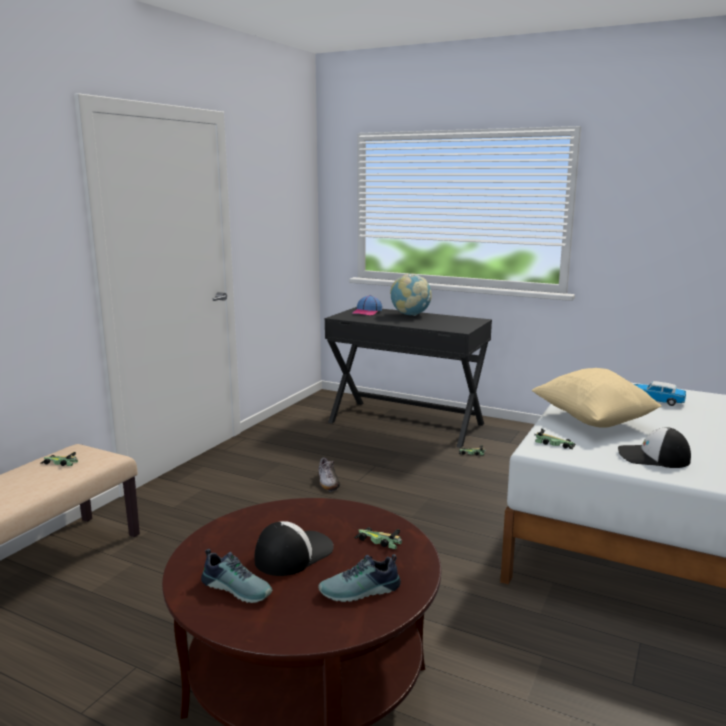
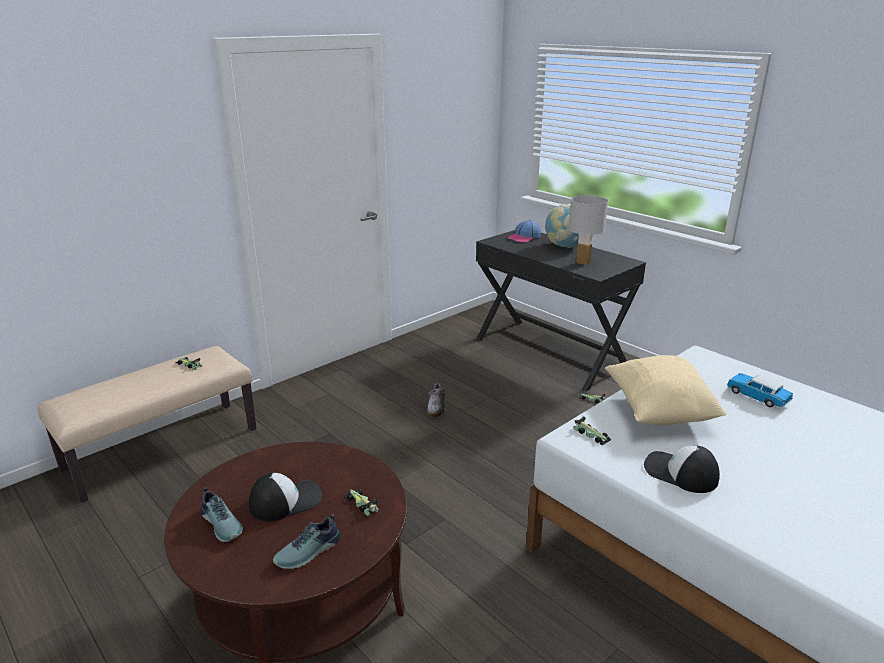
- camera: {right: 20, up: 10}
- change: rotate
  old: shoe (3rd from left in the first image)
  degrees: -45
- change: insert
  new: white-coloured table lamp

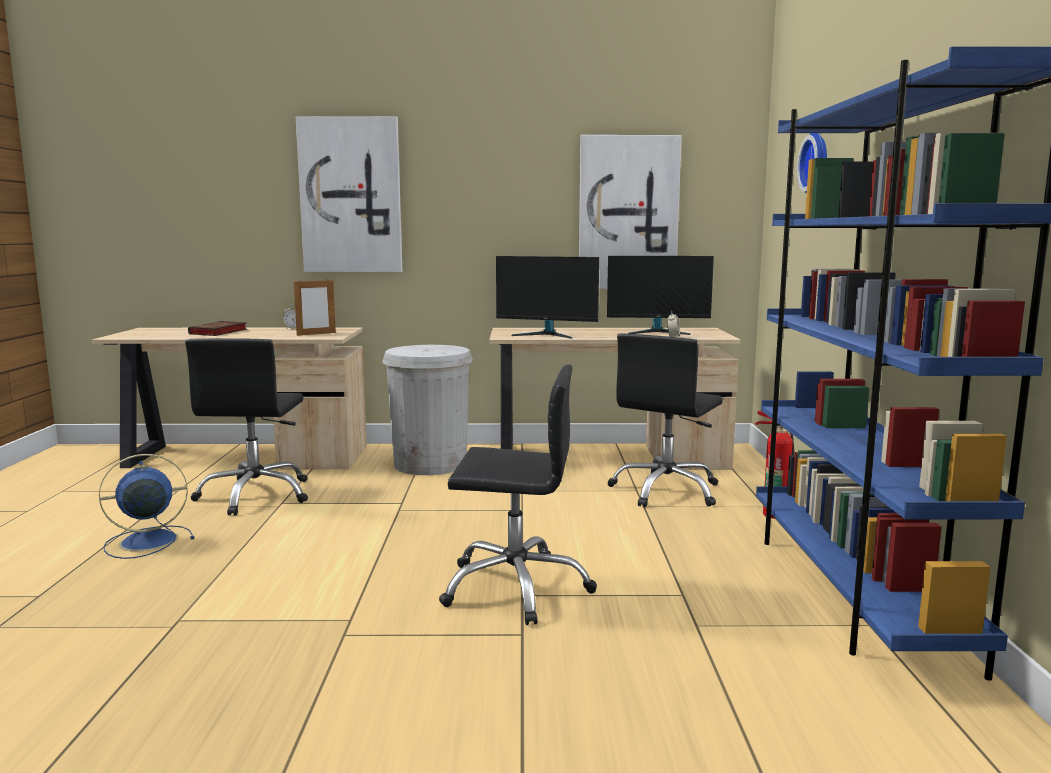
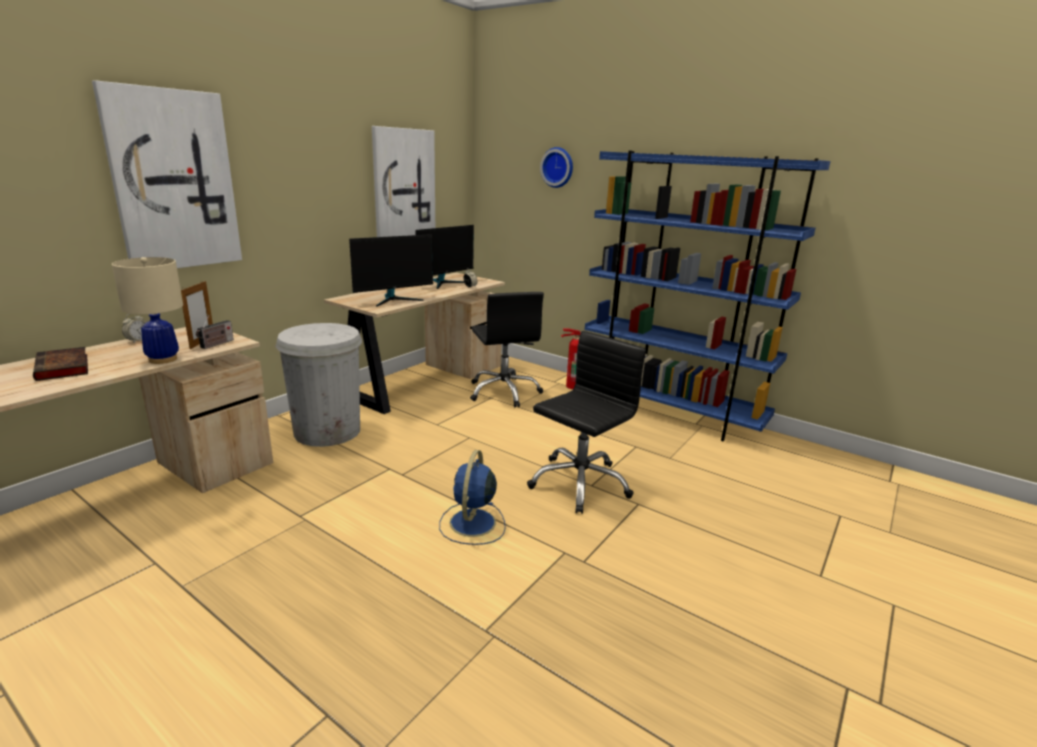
- camera: {right: -55, up: 10}
- change: move
  old: blue fan
- change: delete
  old: blackish desk chair (1st from left)
- change: insert
  new: sand-coloured table lamp
- change: insert
  new: radio receiver

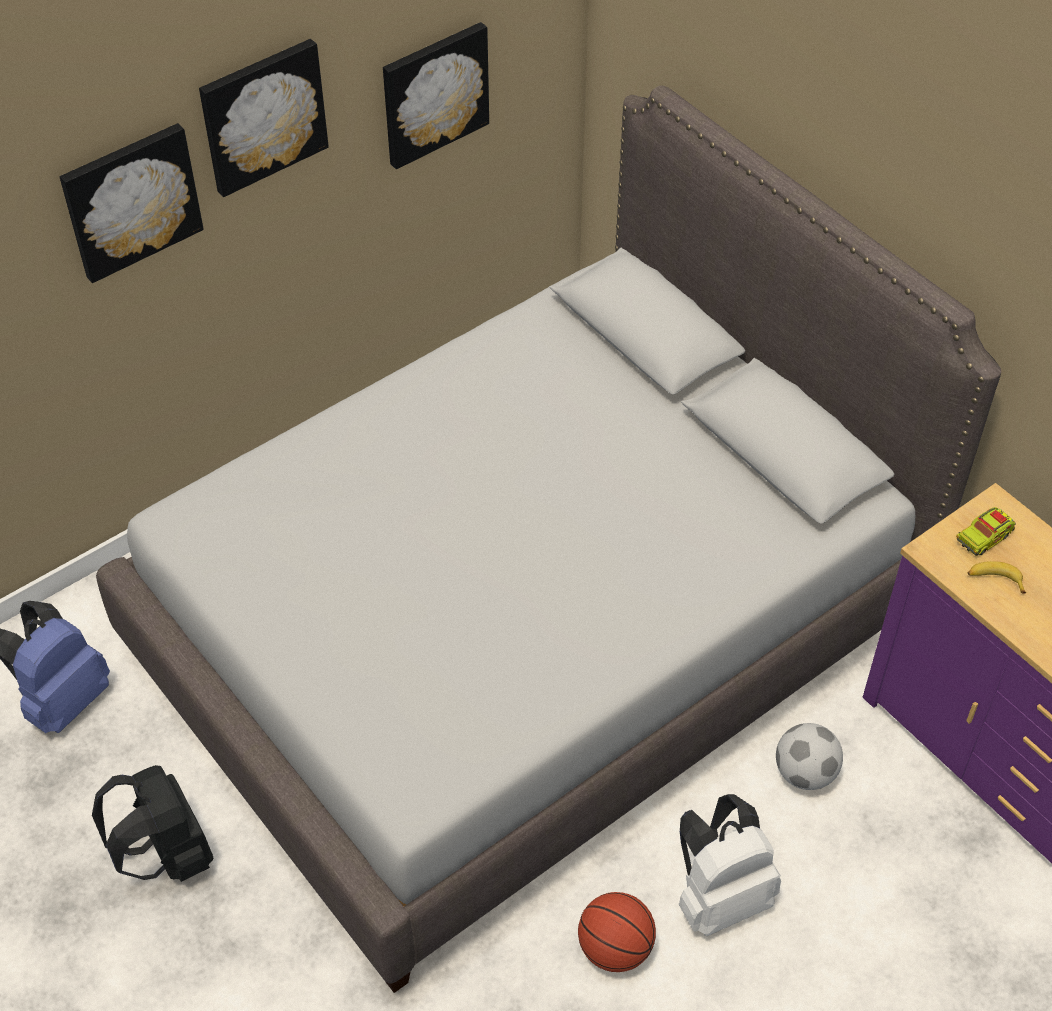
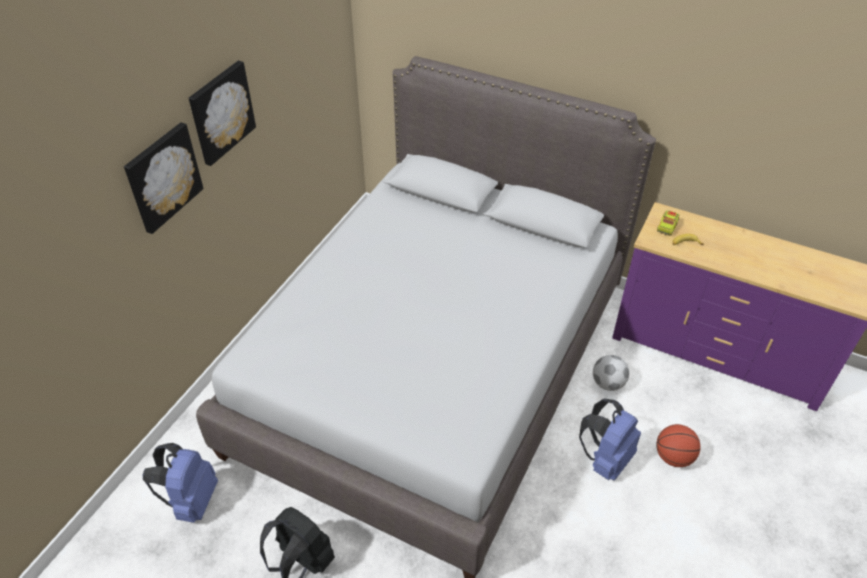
- camera: {right: -25, up: -5}
- change: delete
  old: wall picture (3rd from left)
- change: move
  old: basketball ball
- change: recolor
  old: white-coloured rucksack
  new: blue rucksack (2nd from left)

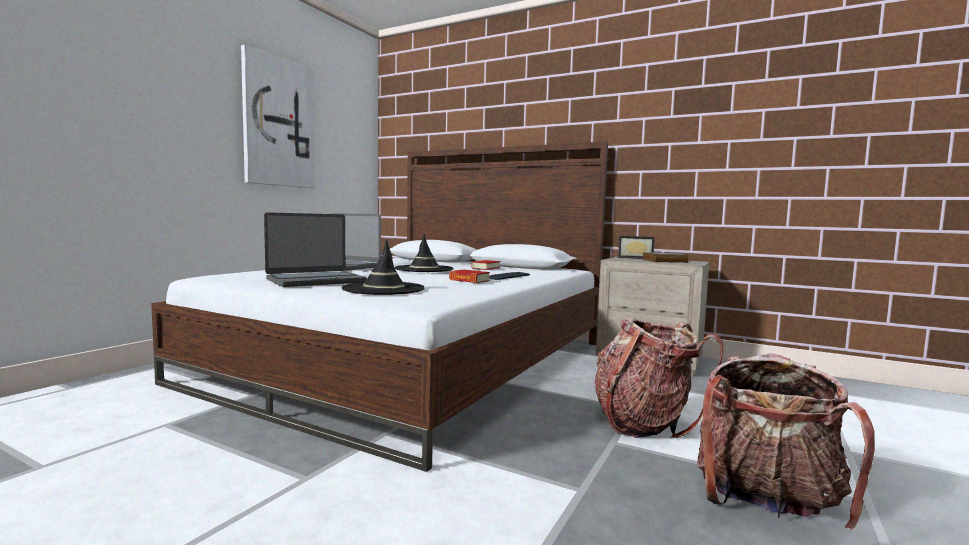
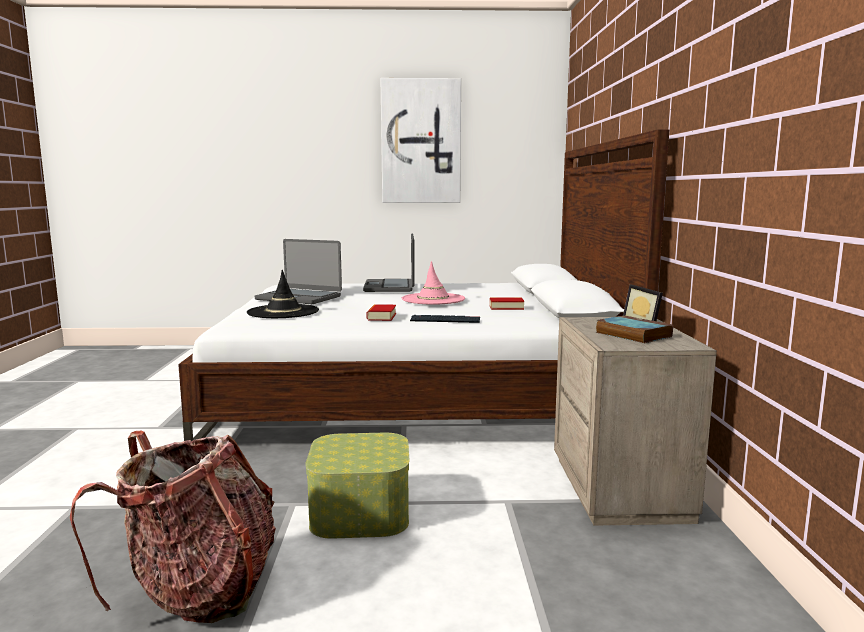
- camera: {right: 60, up: 5}
- change: recolor
  old: blackish clothing hat (2nd from left)
  new: pink clothing hat
- change: replace
  old: rucksack (1st from left)
  new: storage box

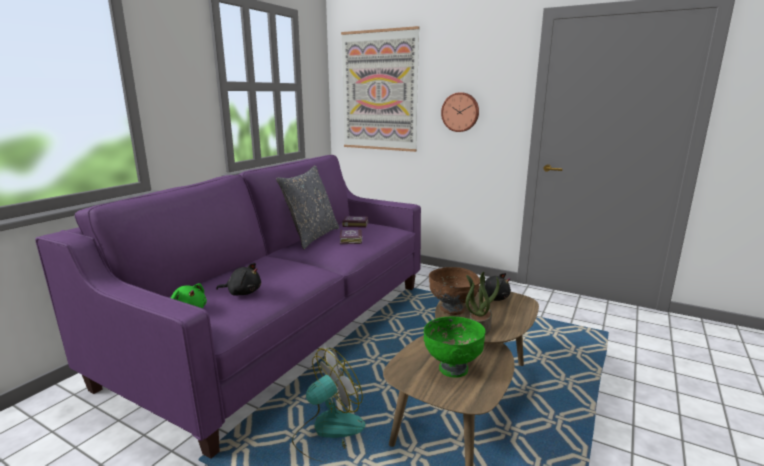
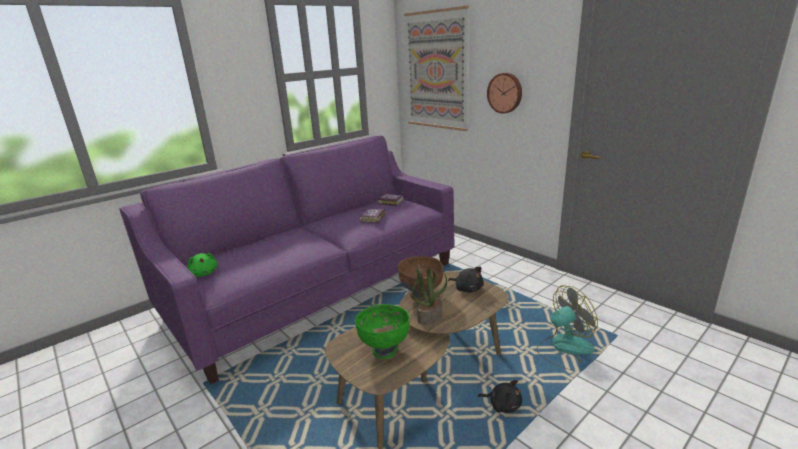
- camera: {right: 20, up: 5}
- change: move
  old: blackish cuddly toy (1st from left in the first image)
  new: blackish cuddly toy (2nd from left)
- change: delete
  old: greyish throw pillow
- change: move
  old: fan

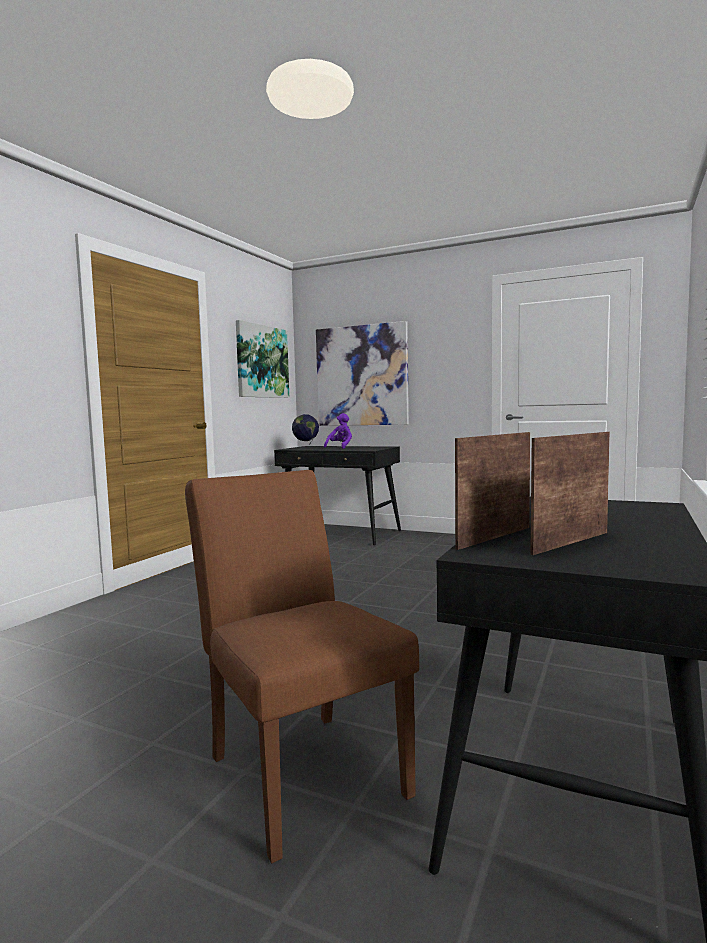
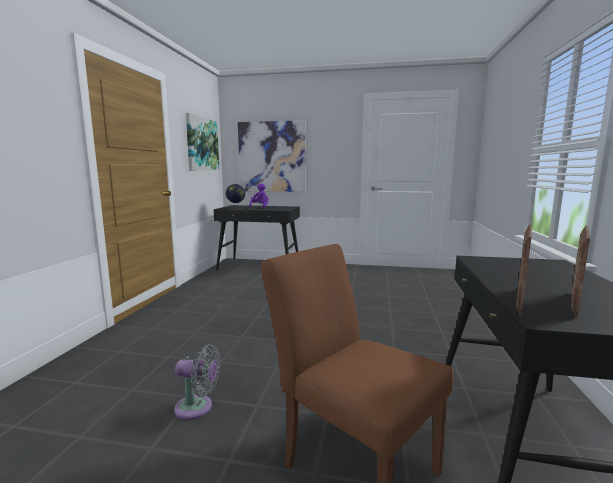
- camera: {right: -15, up: 5}
- change: insert
  new: greyish fan

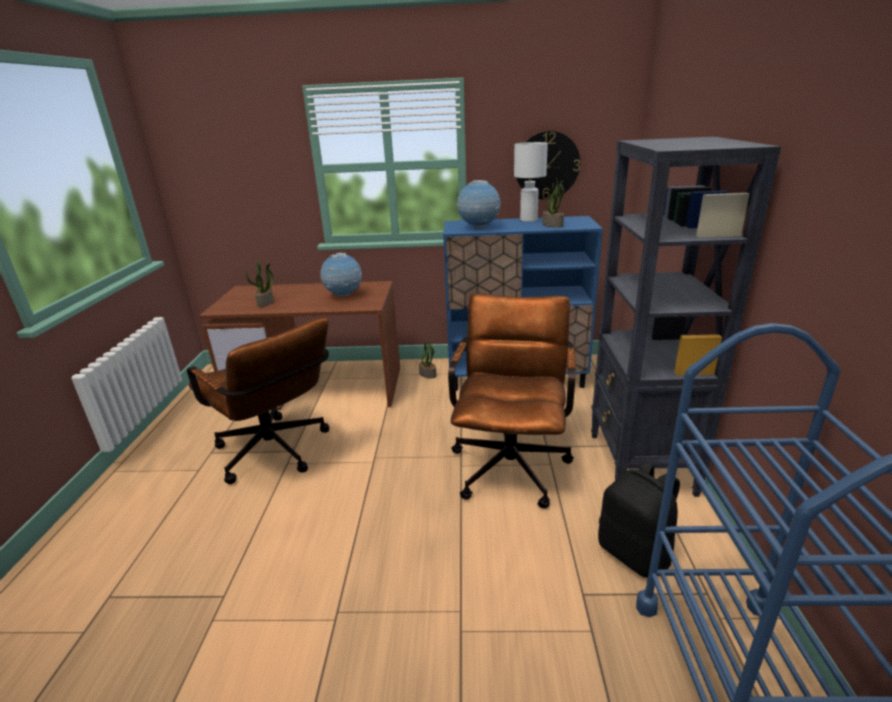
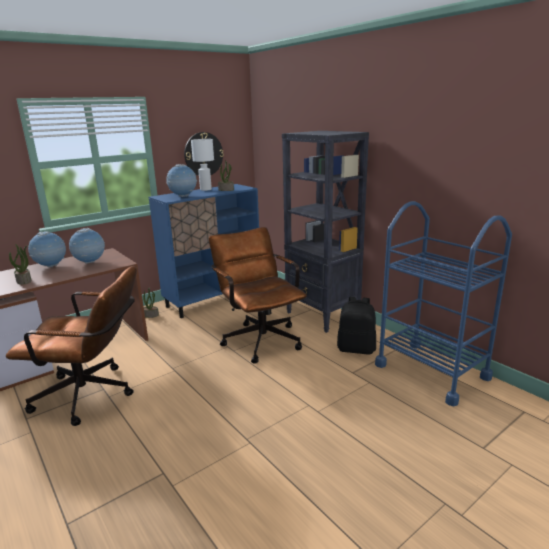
- camera: {right: -40, up: -5}
- change: insert
  new: desk globe (1st from left)

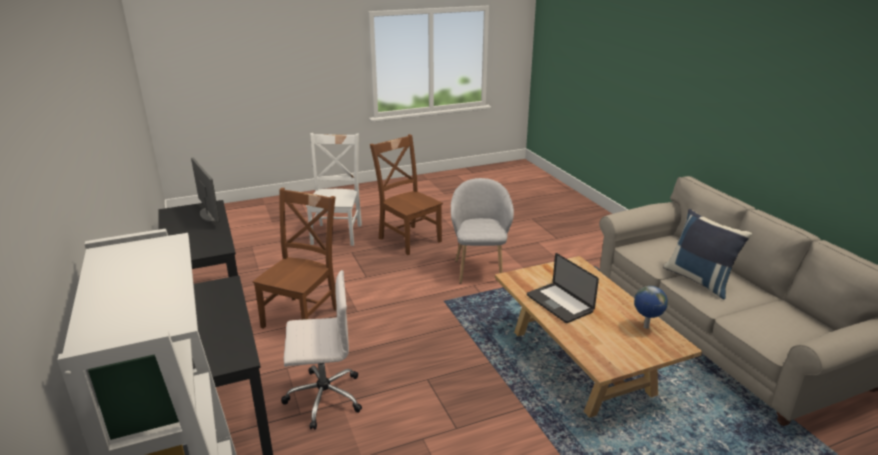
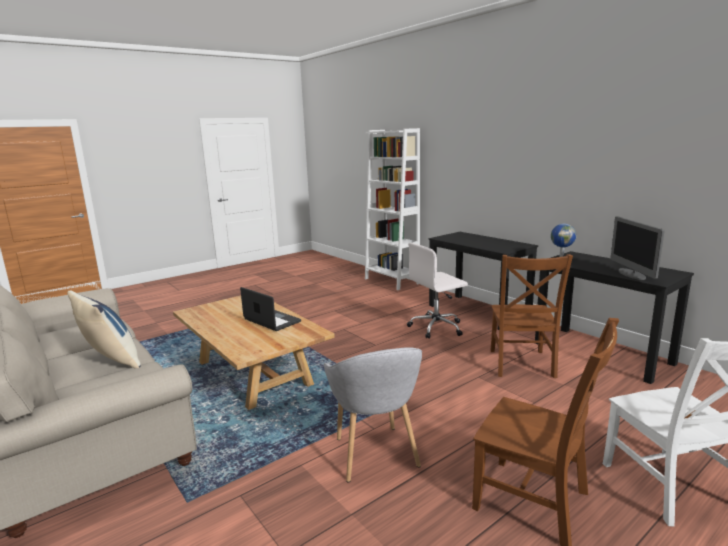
- camera: {right: 165, up: -10}
- change: rotate
  old: computer display
  degrees: 45
- change: move
  old: desk globe

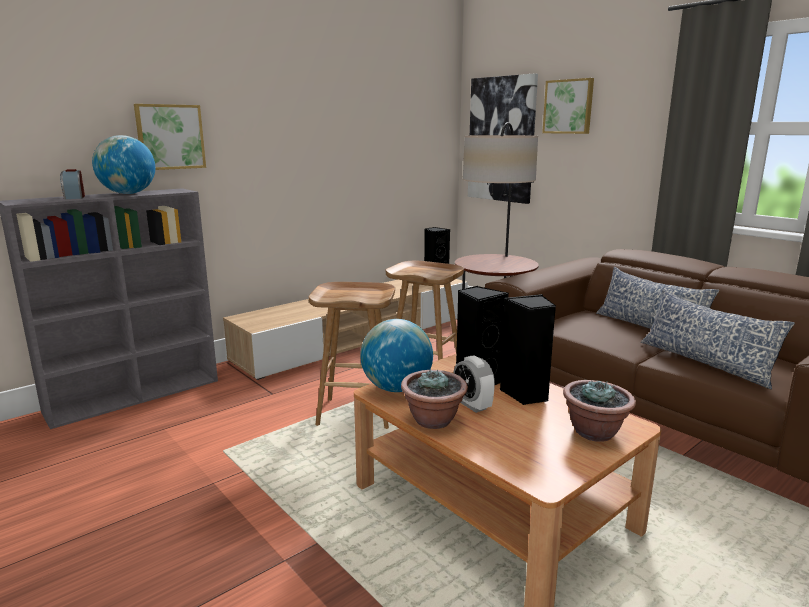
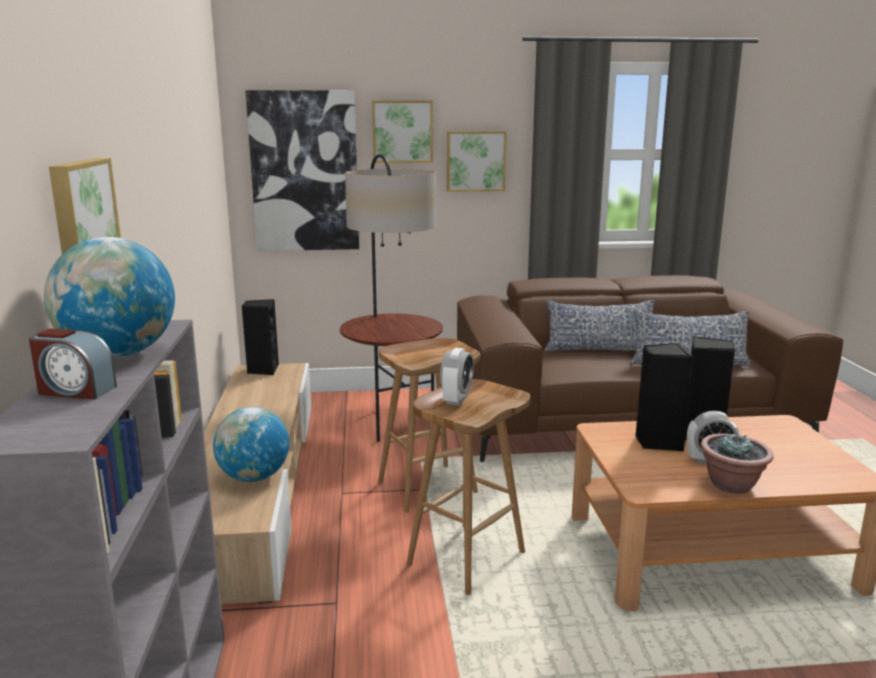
- camera: {right: -55, up: 0}
- change: move
  old: desk globe (2nd from left)
- change: delete
  old: houseplant (2nd from left)
- change: insert
  new: table clock (2nd from left)
- change: insert
  new: wall picture (4th from left)

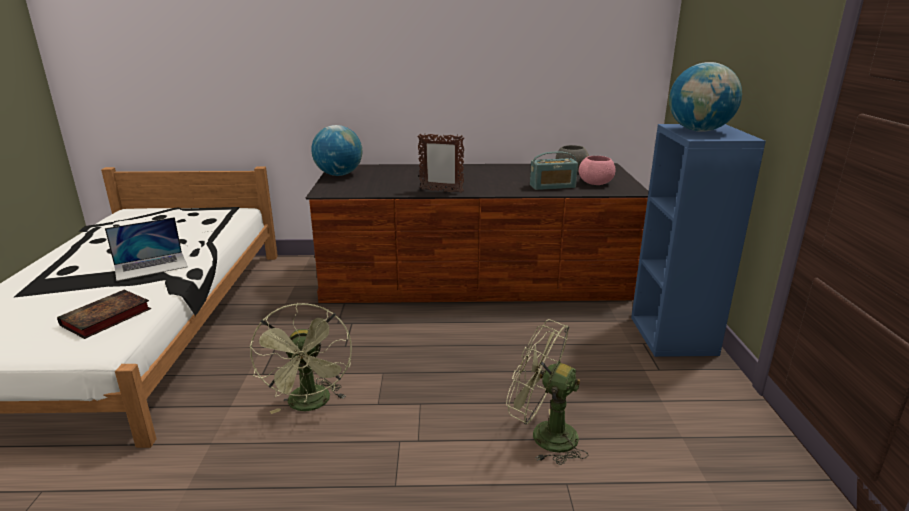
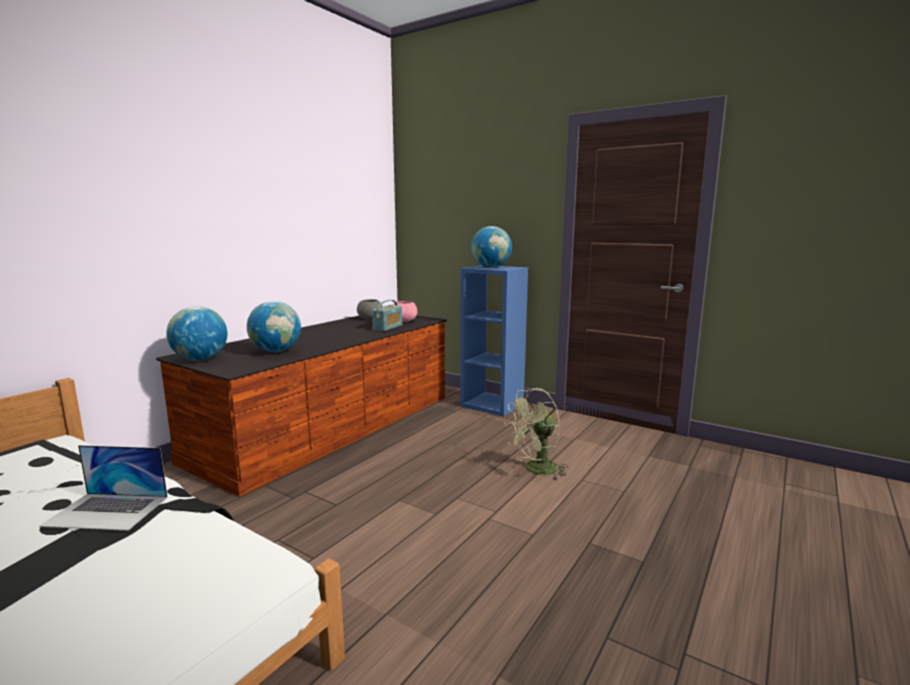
- camera: {right: -55, up: -10}
- change: delete
  old: book
- change: rotate
  old: notebook computer
  degrees: 90
- change: delete
  old: green-coloured fan (1st from left)
- change: delete
  old: standing frame
- change: insert
  new: desk globe (2nd from left)

